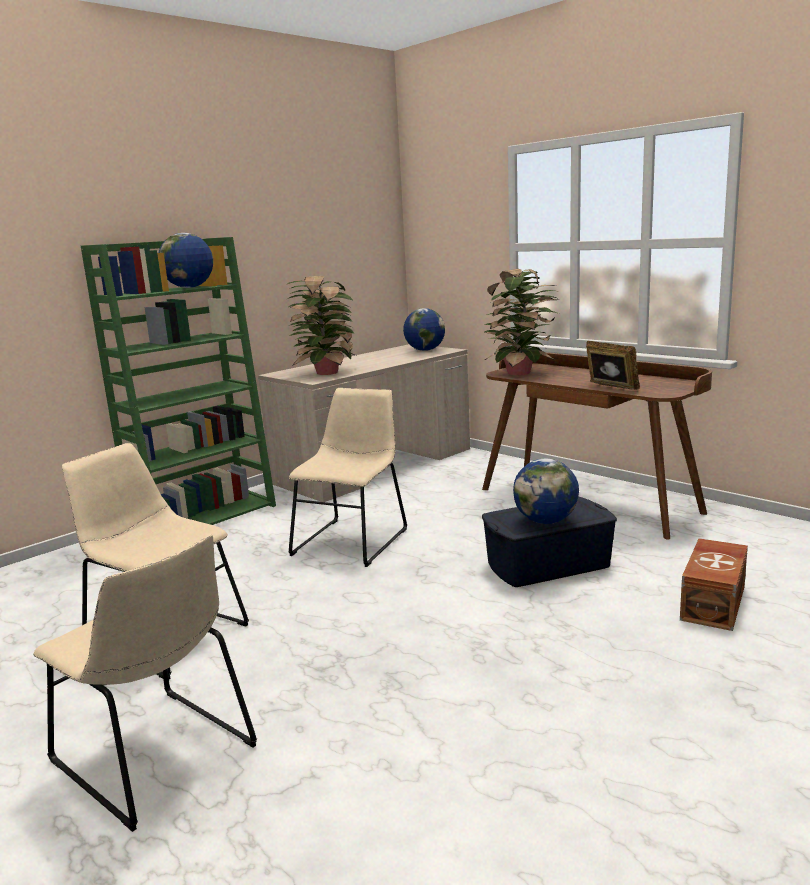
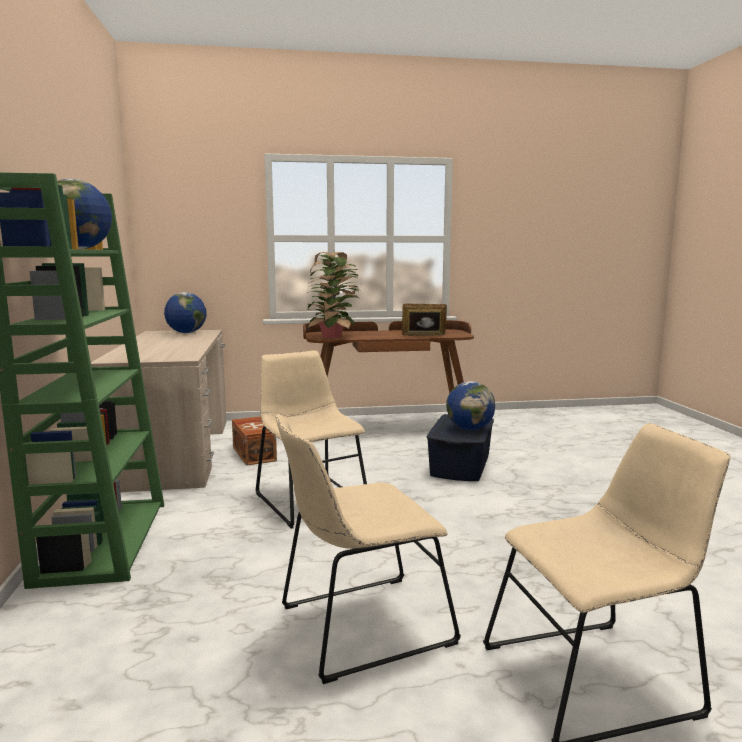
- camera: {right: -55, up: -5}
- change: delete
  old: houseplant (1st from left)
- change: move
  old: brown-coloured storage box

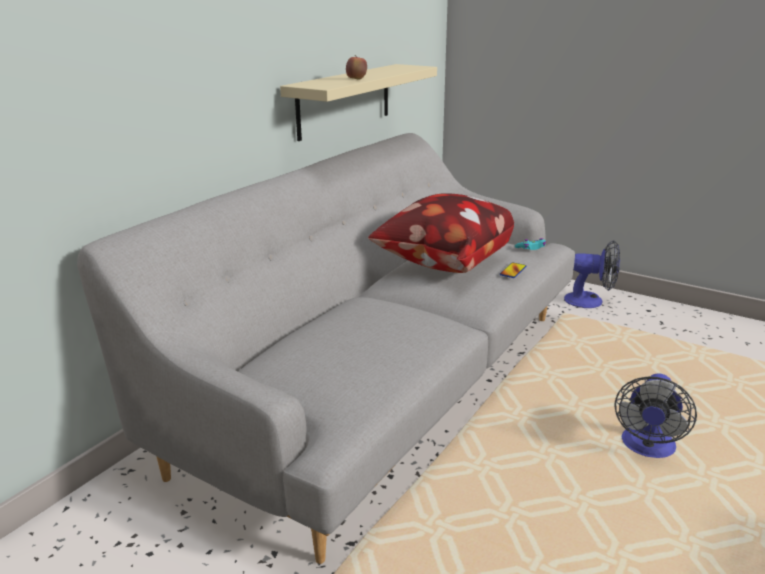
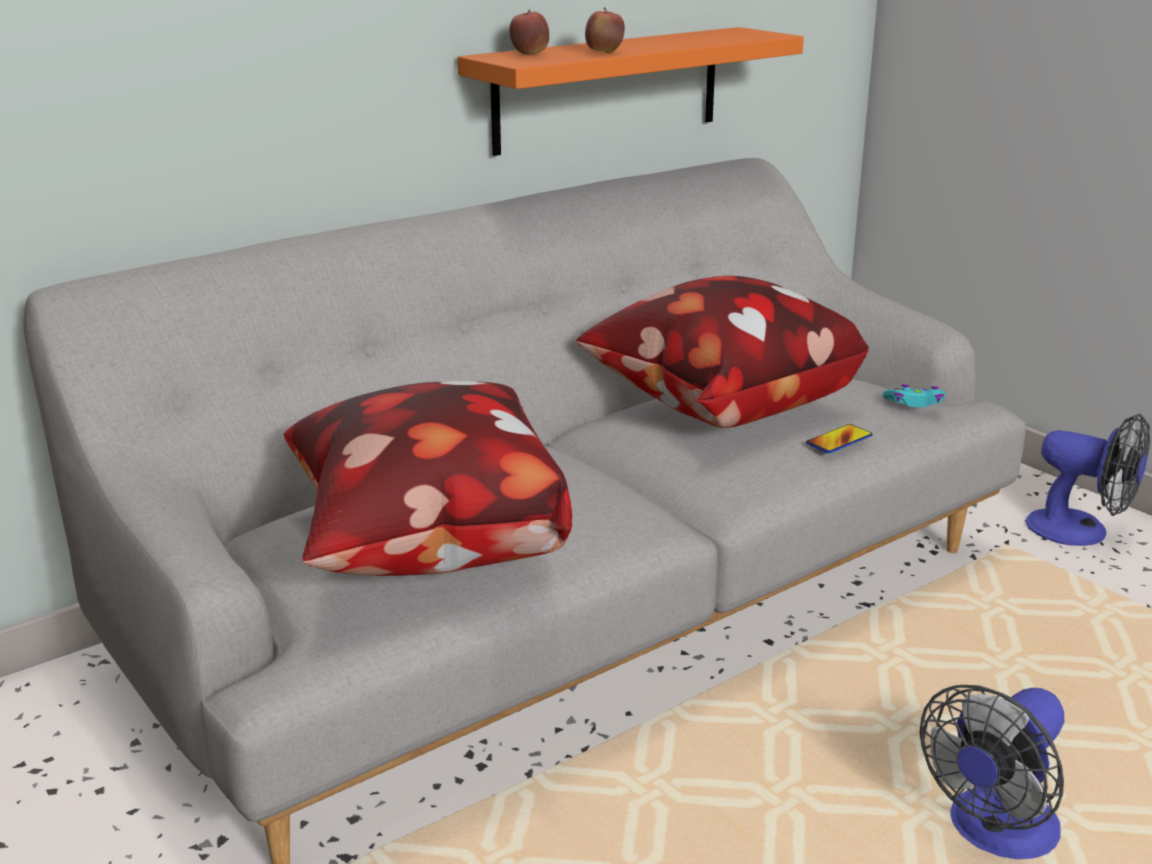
- camera: {right: 20, up: 0}
- change: recolor
  old: sand-coloured bracket shelf
  new: orange bracket shelf
- change: insert
  new: throw pillow (1st from left)
- change: insert
  new: apple fruit (1st from left)

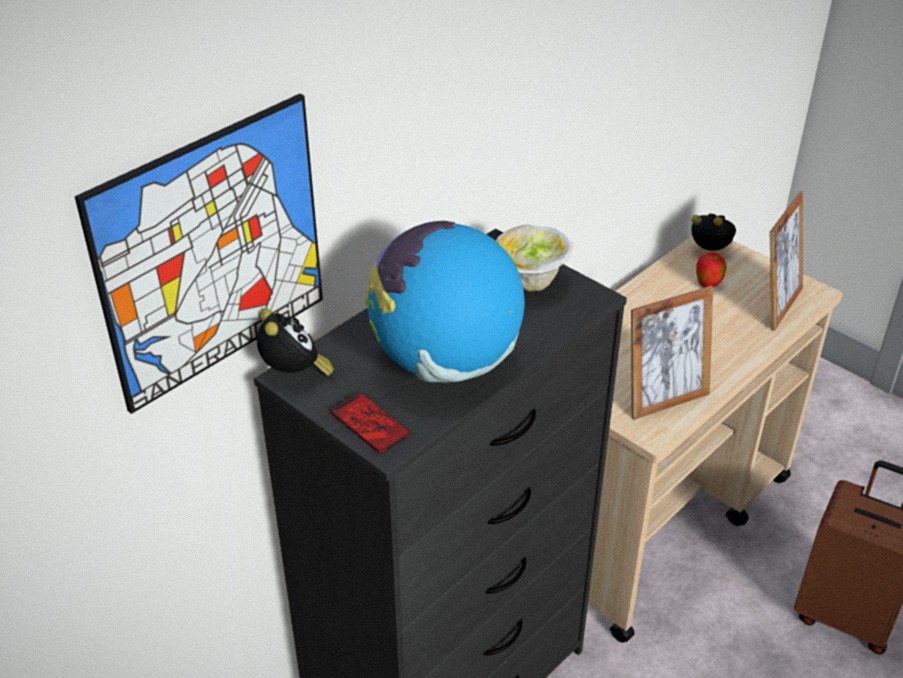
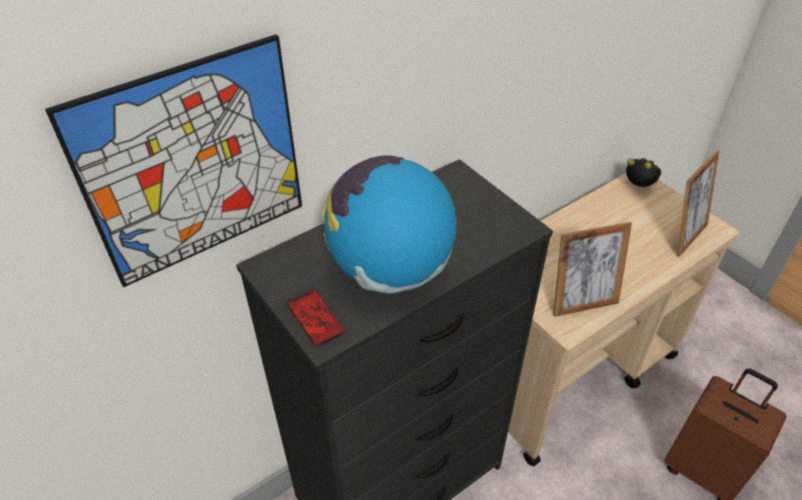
- camera: {right: 10, up: 5}
- change: delete
  old: table clock (1st from left)
- change: delete
  old: bowl
- change: delete
  old: apple fruit

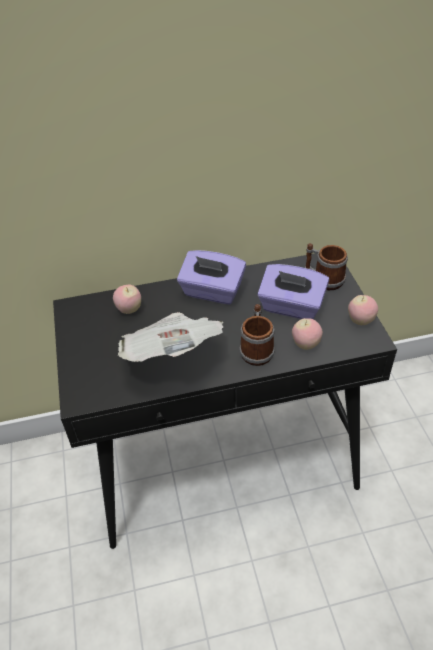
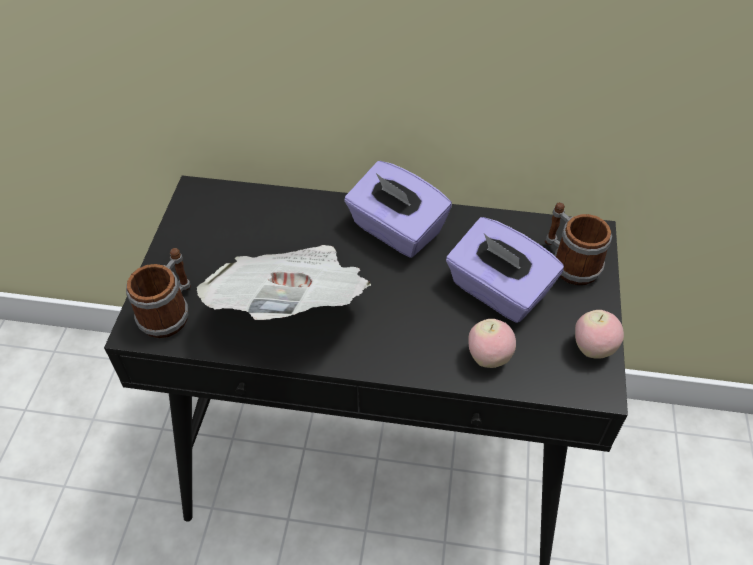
- camera: {right: 20, up: 5}
- change: delete
  old: apple fruit (1st from left)
- change: move
  old: tea mug (1st from left)

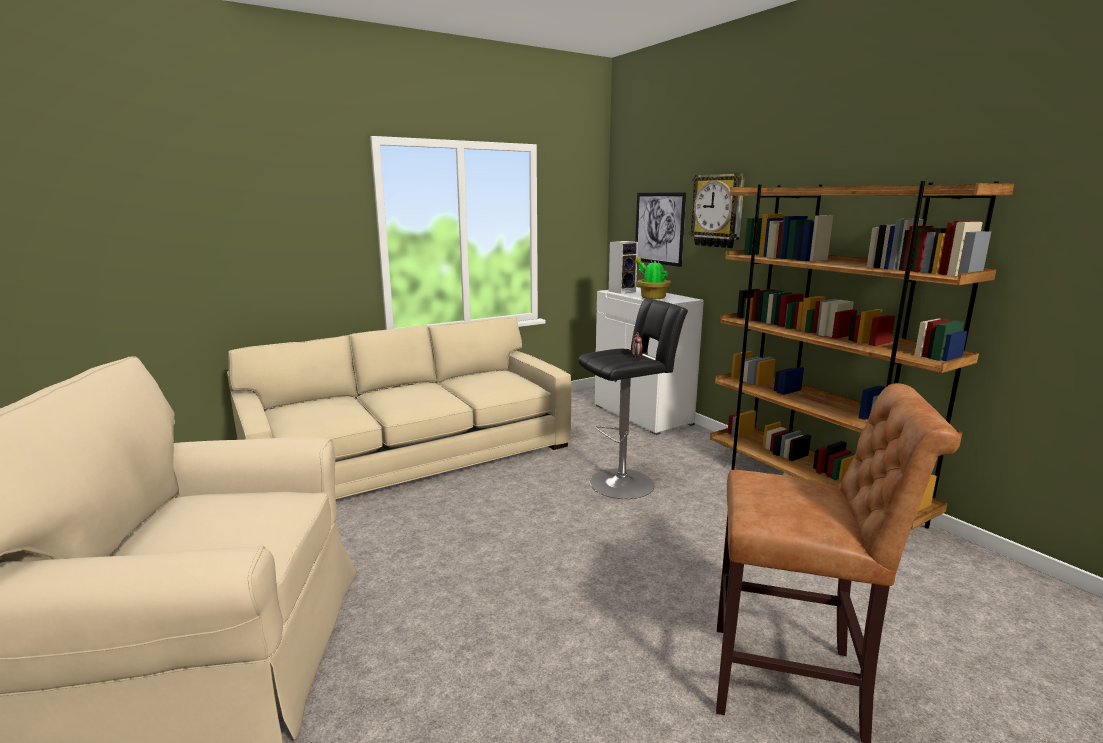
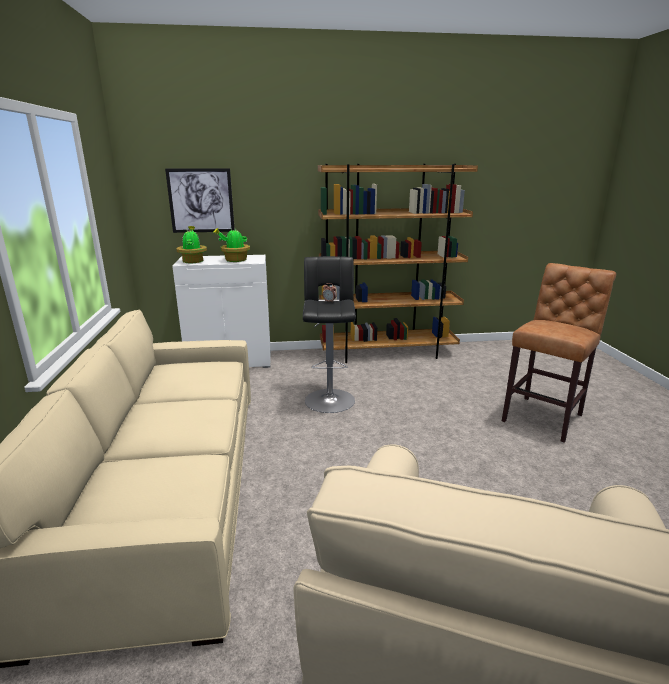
- camera: {right: -65, up: 5}
- change: replace
  old: audio speaker
  new: houseplant (1st from left)
- change: delete
  old: clock on the wall

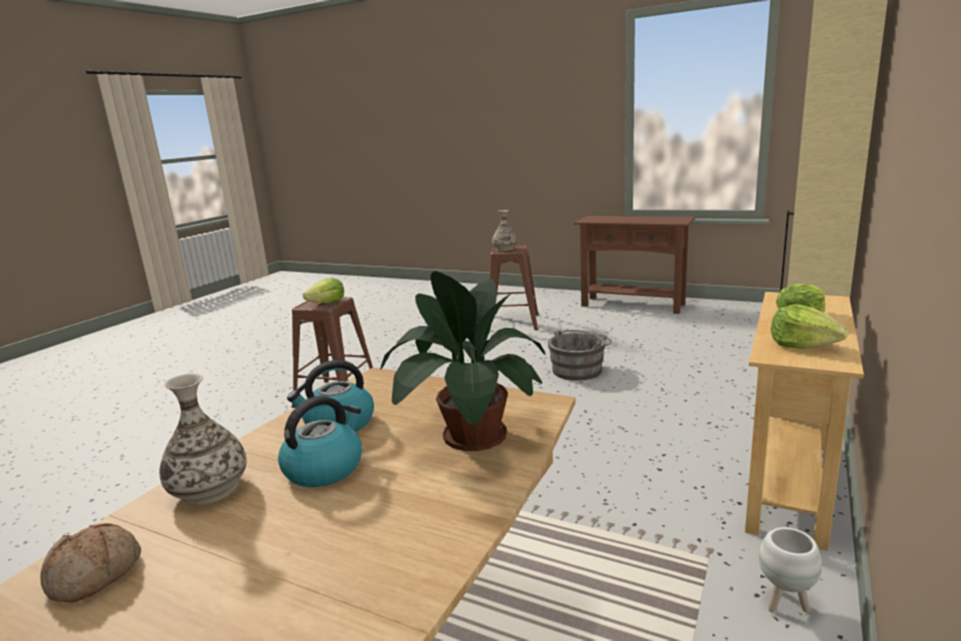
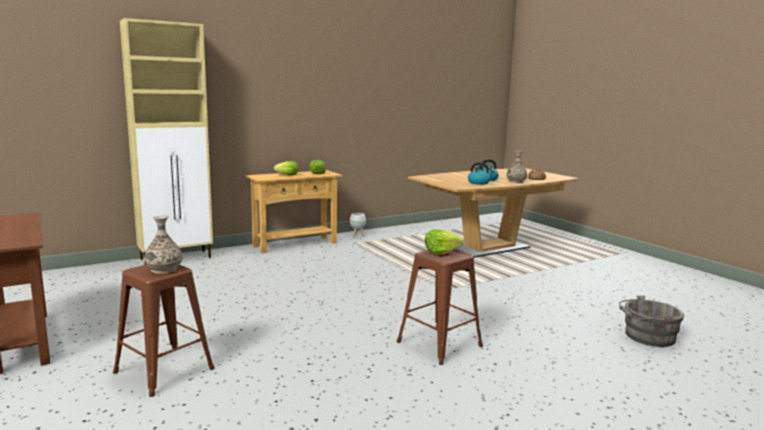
- camera: {right: -150, up: -5}
- change: delete
  old: houseplant
- change: move
  old: greyish bucket

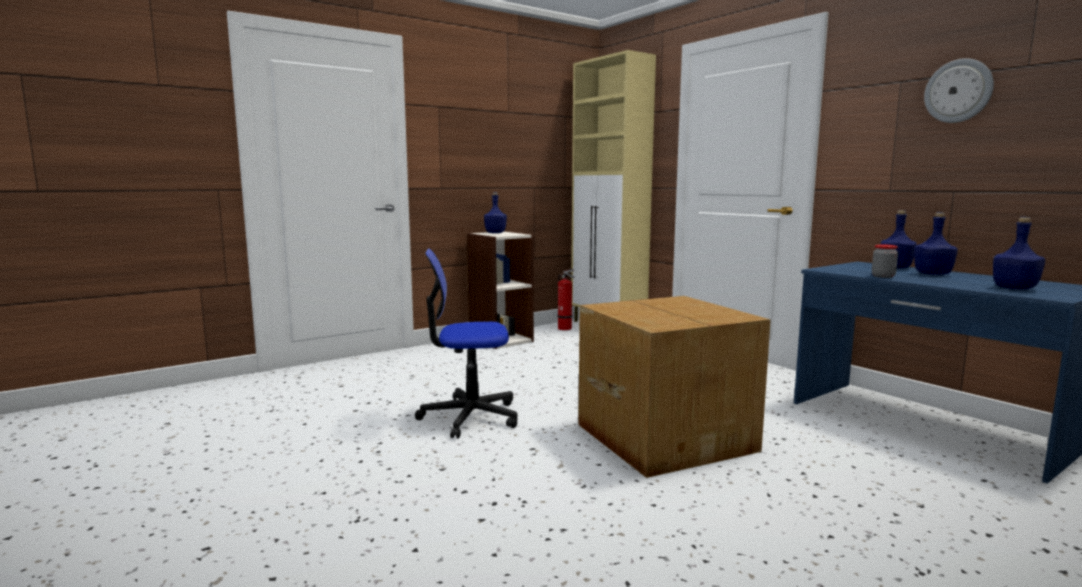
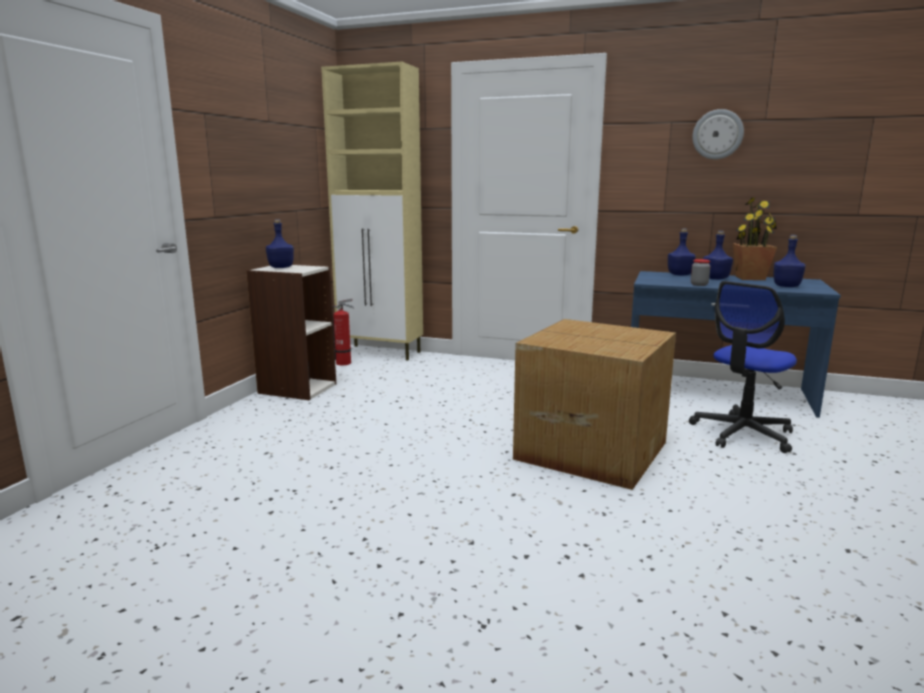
- camera: {right: -35, up: 5}
- change: move
  old: desk chair
- change: insert
  new: houseplant

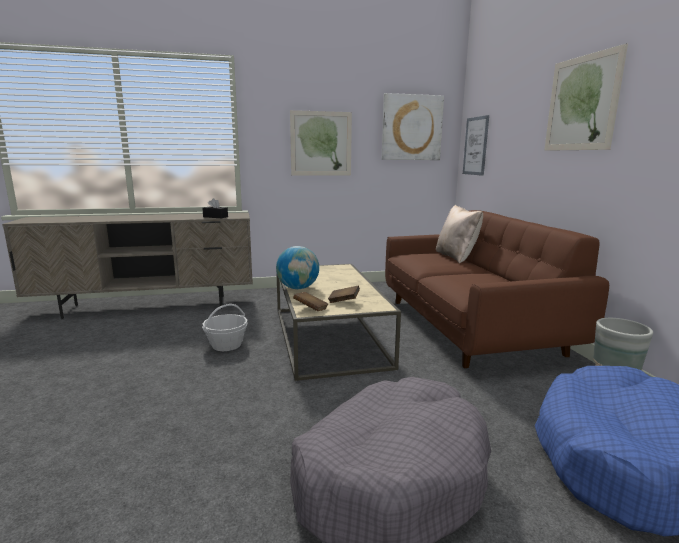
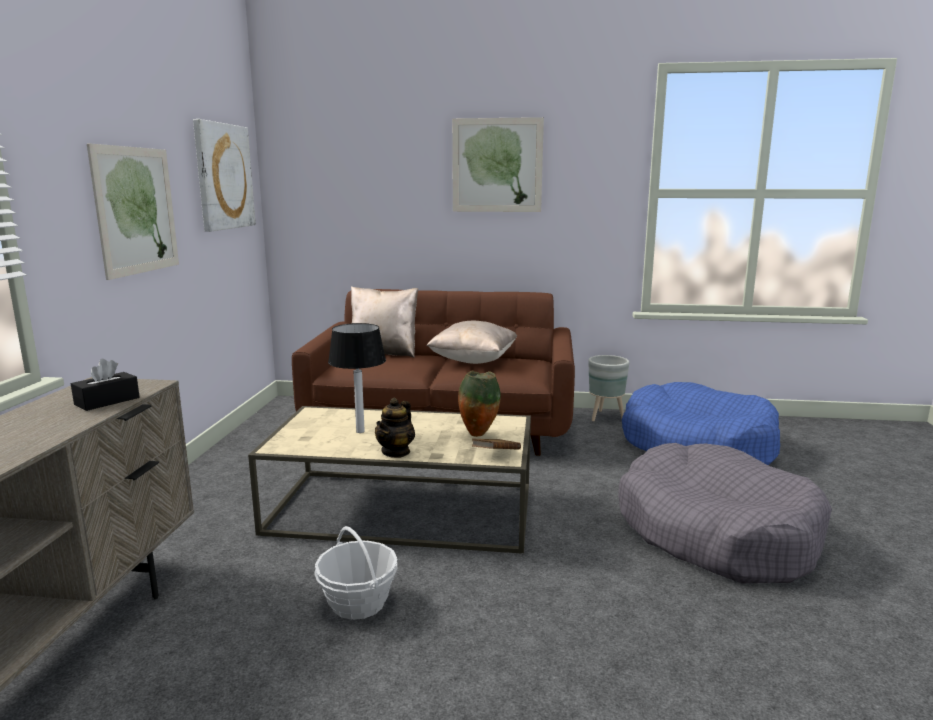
- camera: {right: -70, up: 0}
- change: replace
  old: desk globe
  new: teapot
- change: replace
  old: brown-coloured book (2nd from left)
  new: vase
- change: delete
  old: wall picture (3rd from left)
- change: insert
  new: table lamp
- change: insert
  new: sand-coloured throw pillow (2nd from left)

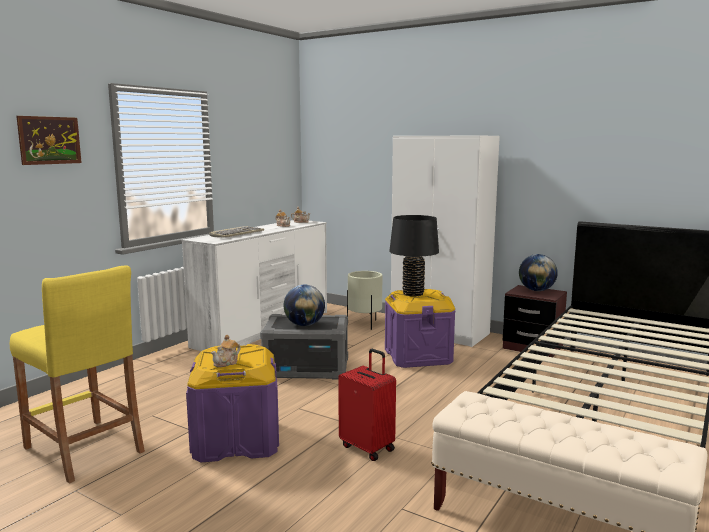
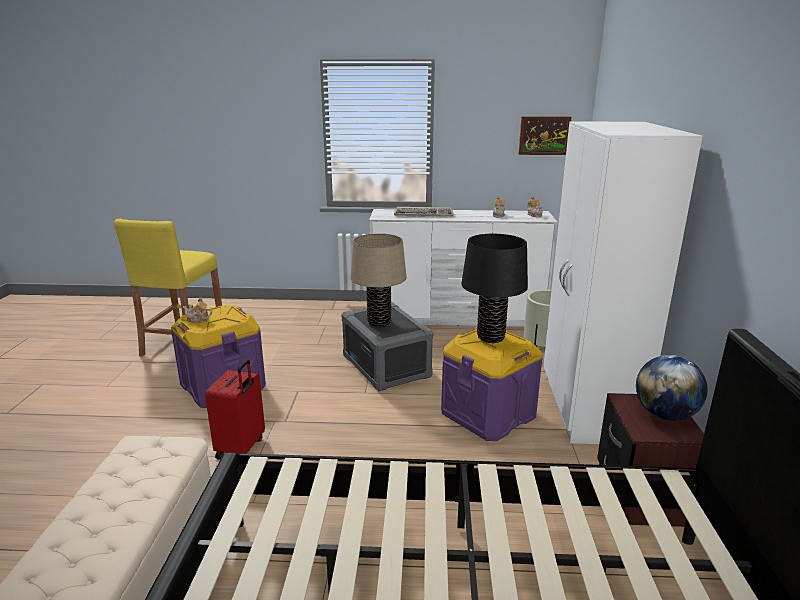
- camera: {right: 60, up: 10}
- change: move
  old: wall picture
- change: replace
  old: desk globe (1st from left)
  new: sand-coloured table lamp

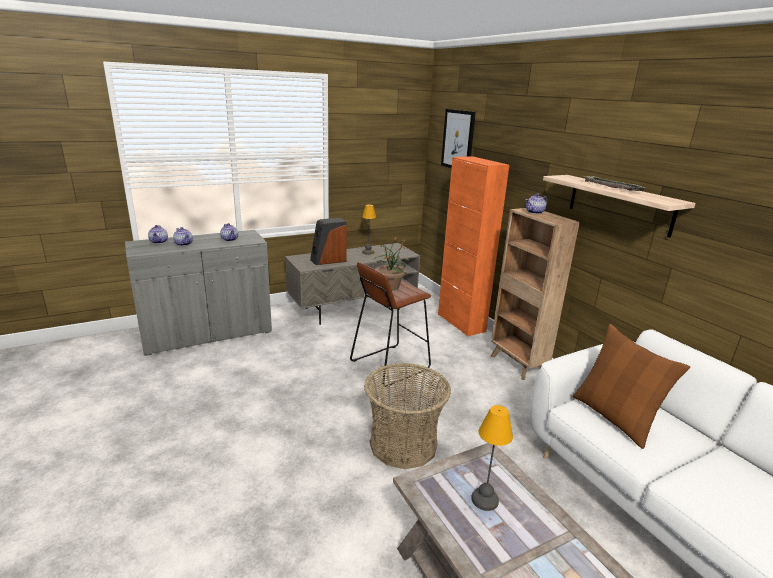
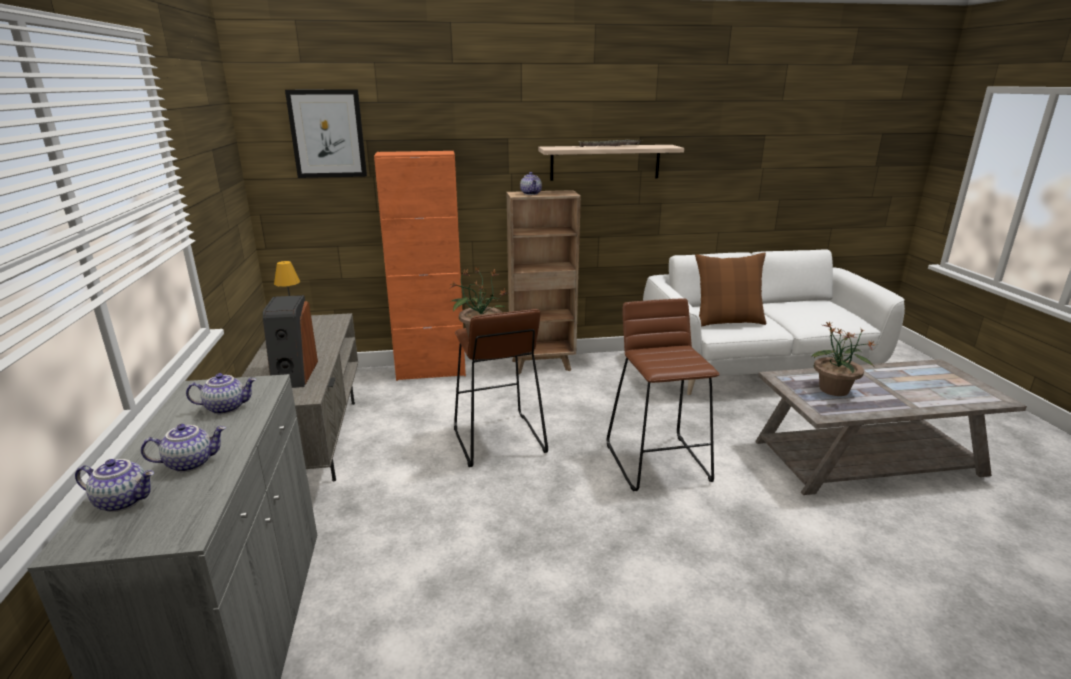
- camera: {right: -70, up: 0}
- change: replace
  old: storage basket
  new: brown-coloured sitting stool (2nd from left)
- change: replace
  old: table lamp (2nd from left)
  new: houseplant (2nd from left)

